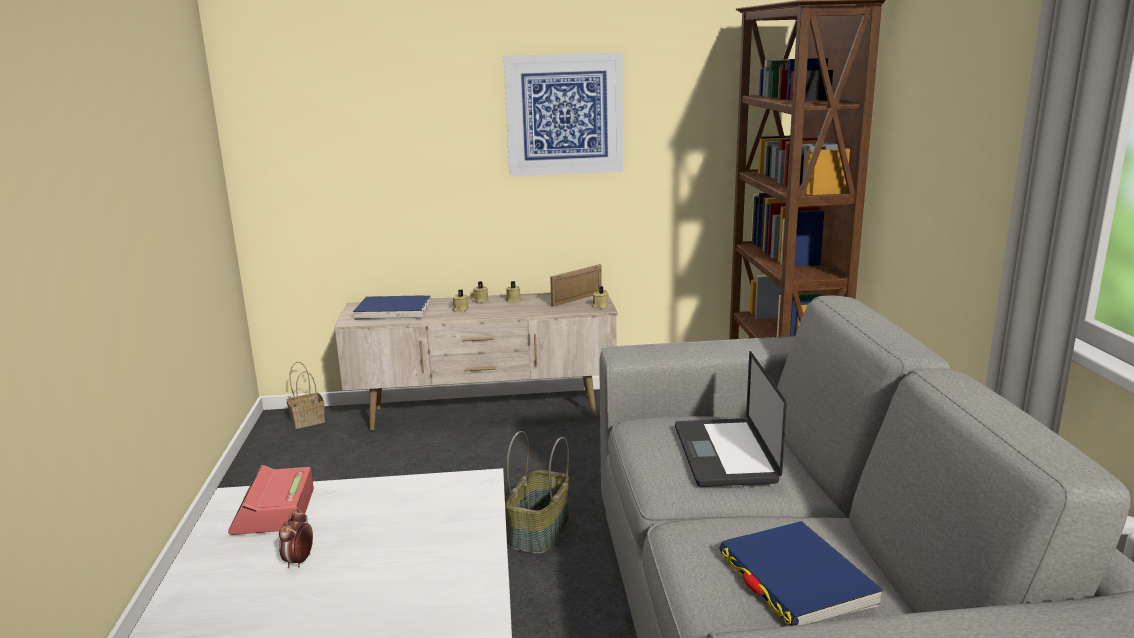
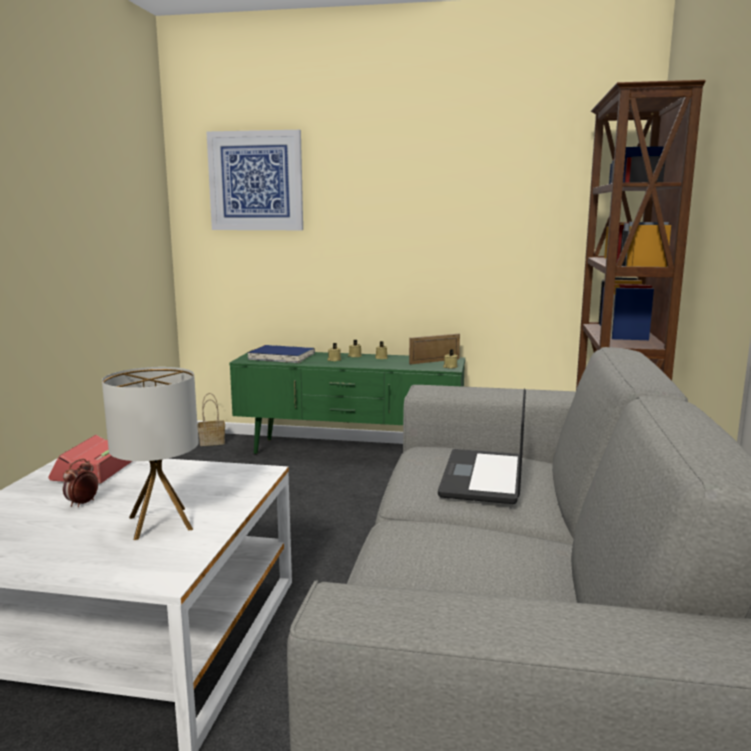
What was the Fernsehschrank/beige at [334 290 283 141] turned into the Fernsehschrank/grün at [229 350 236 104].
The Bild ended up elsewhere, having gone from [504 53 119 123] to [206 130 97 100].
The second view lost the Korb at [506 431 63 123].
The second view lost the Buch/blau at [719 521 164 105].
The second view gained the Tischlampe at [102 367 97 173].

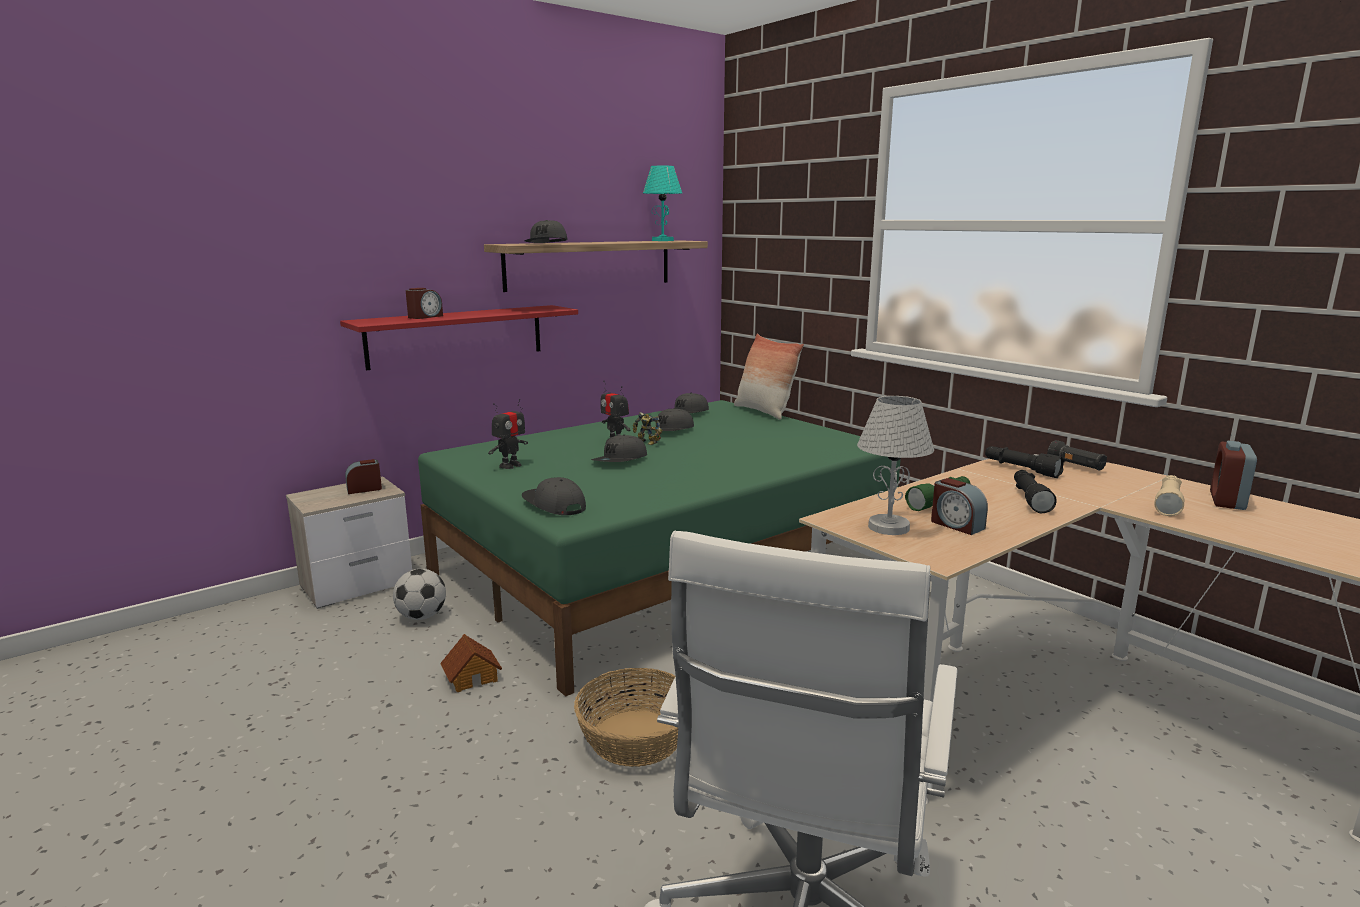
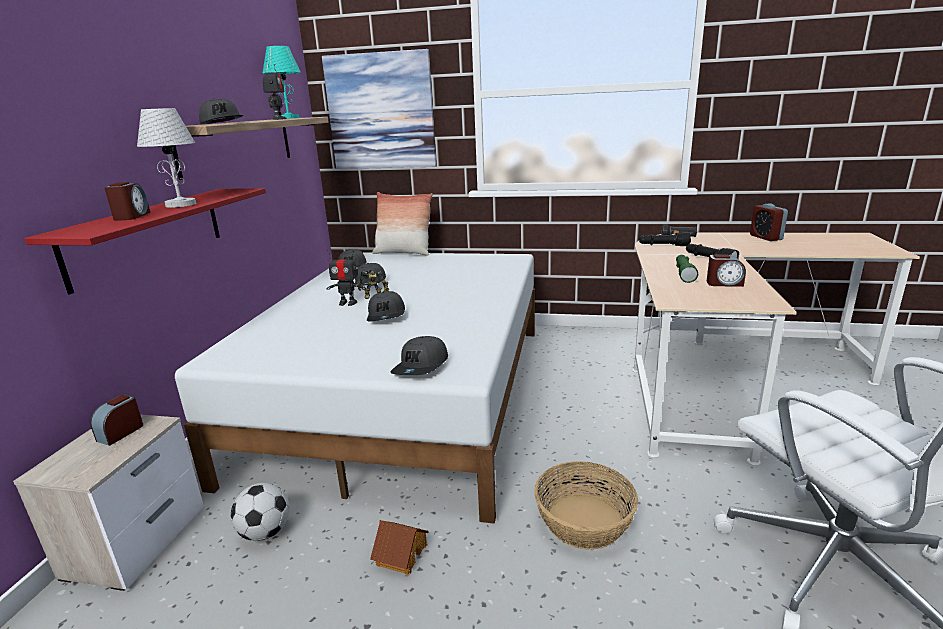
What was the Bett/grün at [418 400 483 297] turned into the Bett/weiß at [175 252 360 272].
The Spielzeugroboter ended up elsewhere, having gone from [488 399 40 70] to [263 61 24 59].
The Kappe/grau at [522 477 64 38] ended up facing another way, 75 degrees counterclockwise from before.
The Tischlampe/weiß ended up elsewhere, having gone from [857 396 77 139] to [137 108 59 100].
The second view lost the Taschenlampe/beige at [1154 475 30 41].
The second view gained the Bild at [322 49 114 120].

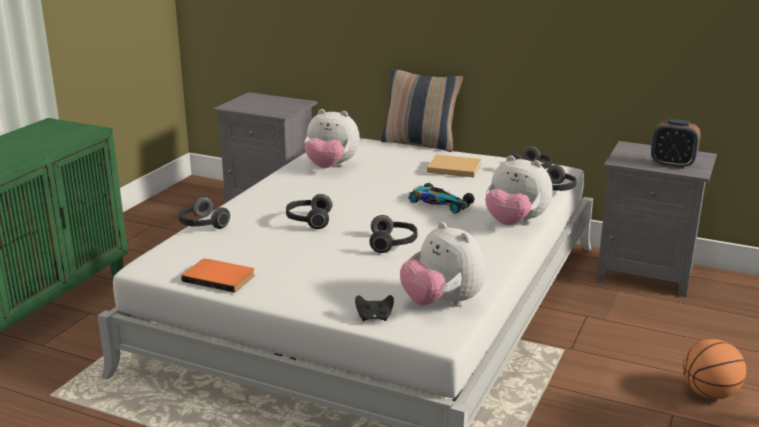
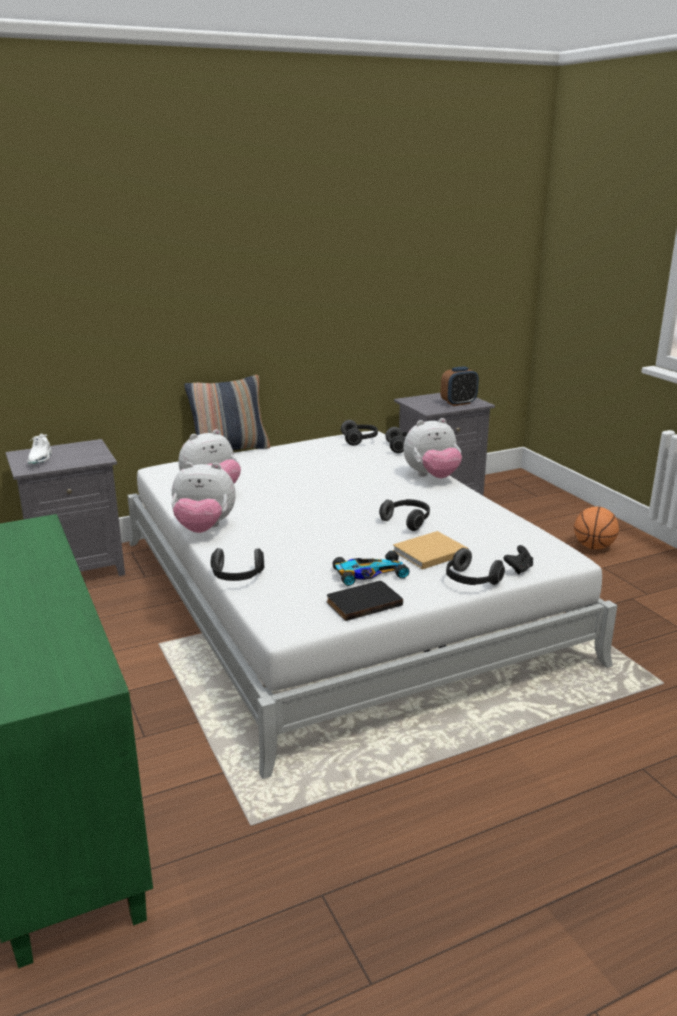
What was the Buch/orange at [181 259 74 34] turned into the Buch/schwarz at [327 581 76 40].
The Kopfhörer ended up elsewhere, having gone from [286 194 46 35] to [446 548 59 37].
The Plüschtier ended up elsewhere, having gone from [400 222 86 85] to [171 462 65 71].
The Spielzeugauto ended up elsewhere, having gone from [408 183 67 31] to [332 551 78 35].
The Buch/beige ended up elsewhere, having gone from [427 155 54 23] to [392 531 76 38].
The second view gained the Schuh/weiß at [27 433 25 32].

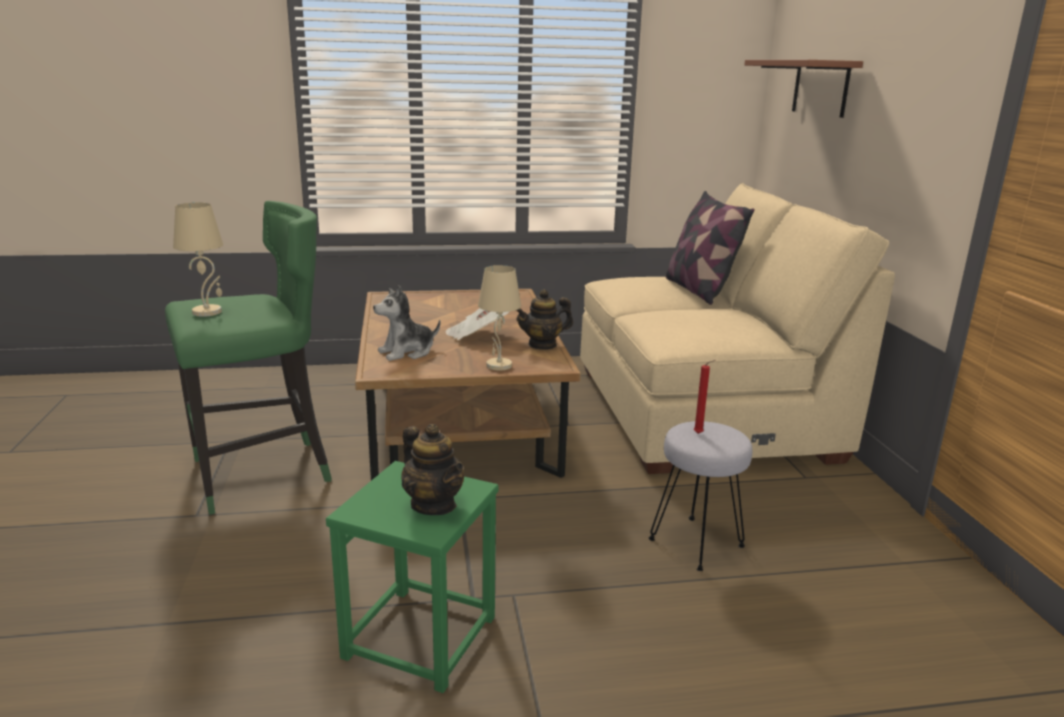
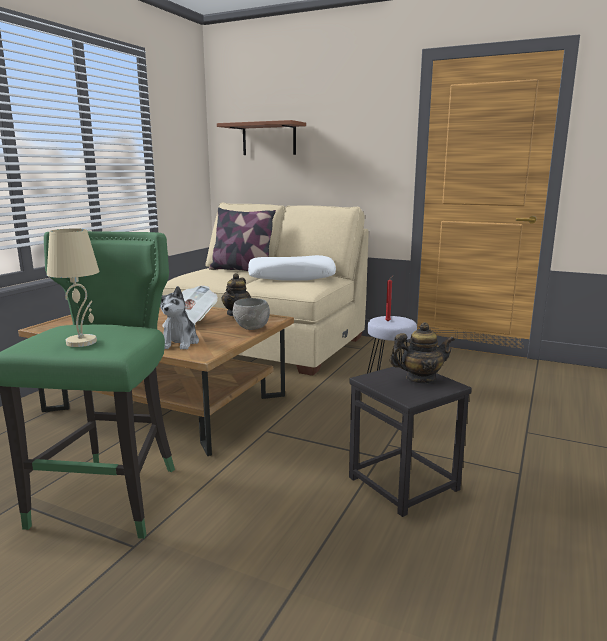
What was the Hocker/grün at [326 461 173 232] turned into the Hocker/schwarz at [349 364 123 153].
Where the Tischlampe/beige stood at [478 265 43 106], the Schüssel/grau came to stand at [233 298 37 32].
The second view gained the Kissen/weiß at [248 255 88 26].

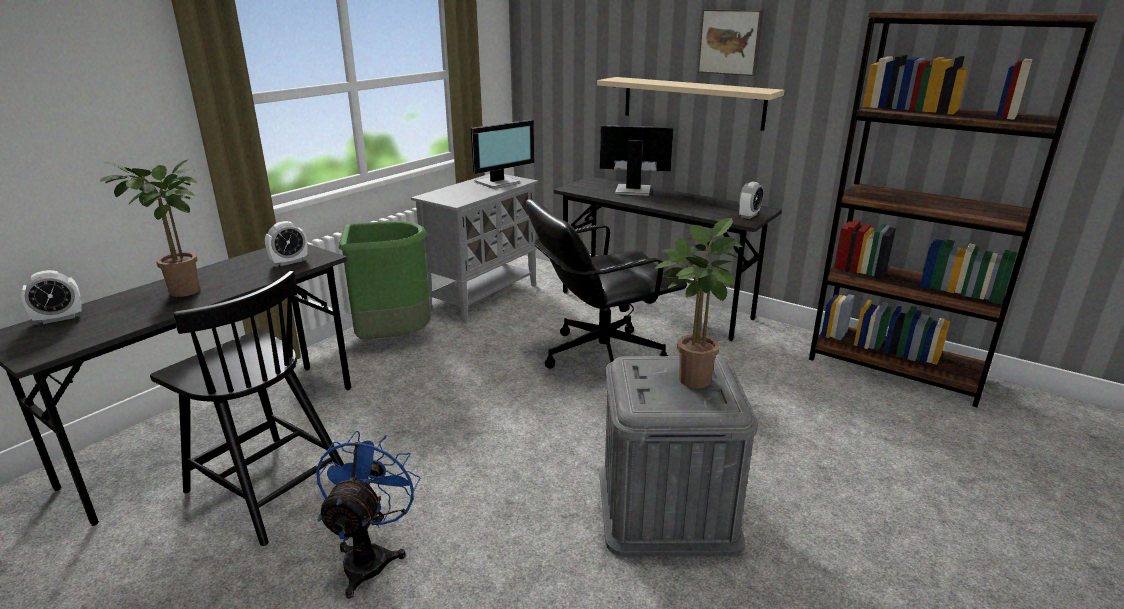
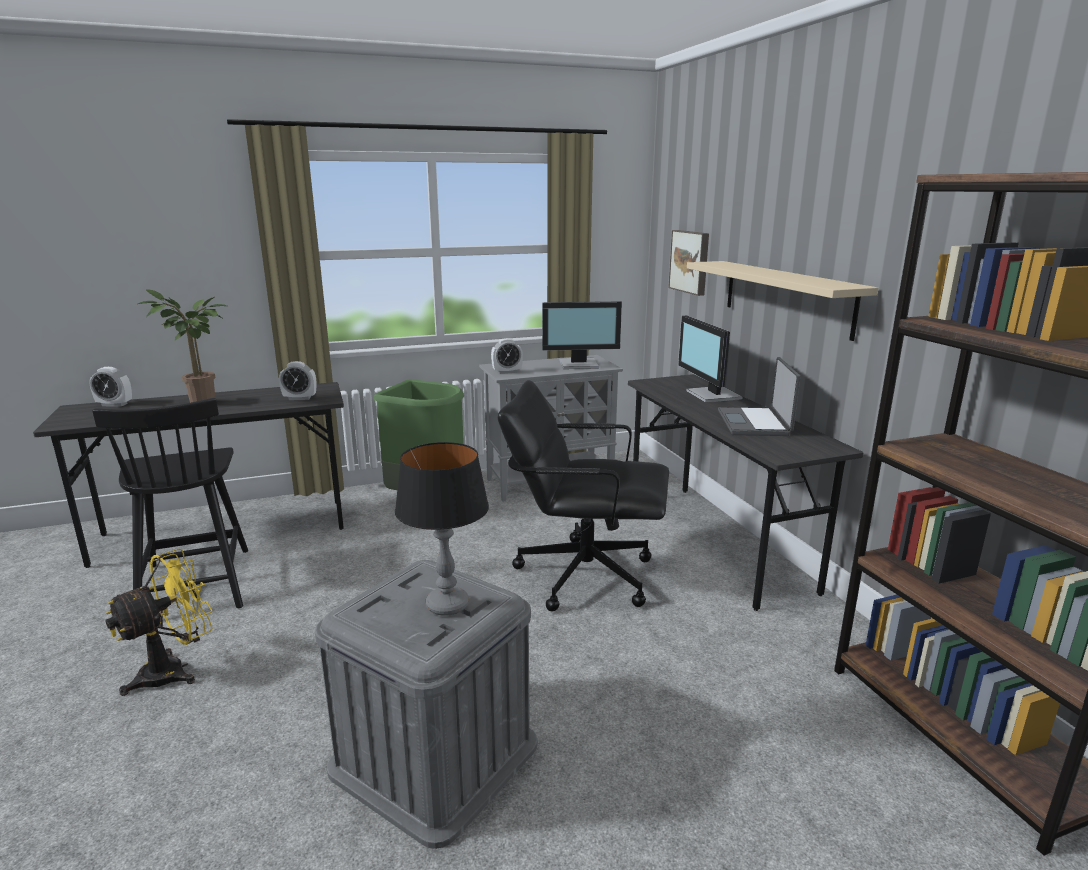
What was the Ventilator/blau at [316 431 104 168] turned into the Ventilator/gelb at [105 548 108 148].
The Monitor at [600 125 74 71] ended up facing another way, 150 degrees counterclockwise from before.
Where the Topfpflanze stood at [655 218 88 170], the Tischlampe came to stand at [395 442 94 174].
The Bild ended up elsewhere, having gone from [698 9 66 67] to [668 230 41 66].
The Wecker ended up elsewhere, having gone from [739 181 25 38] to [491 338 32 36].
The second view gained the Laptop at [718 357 82 79].

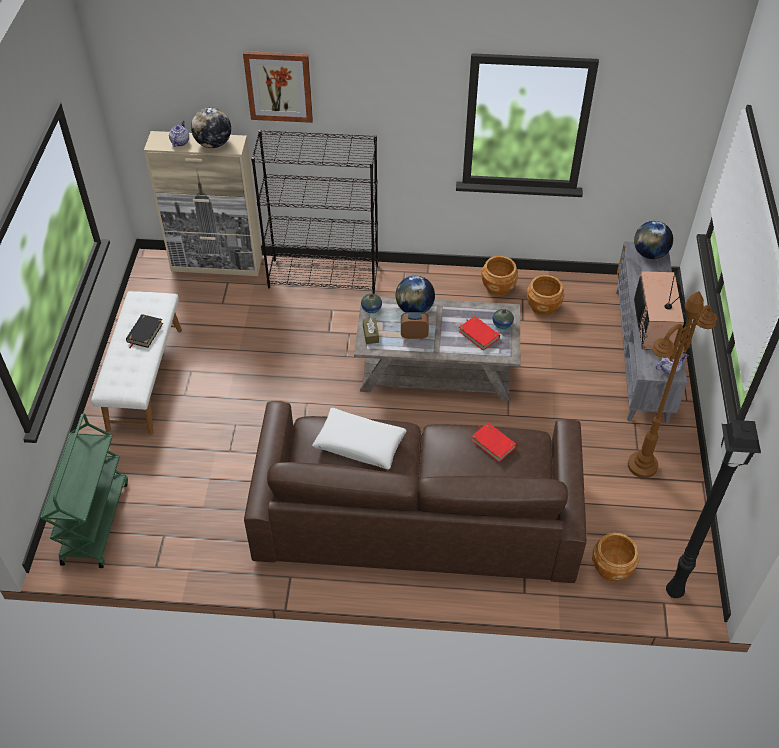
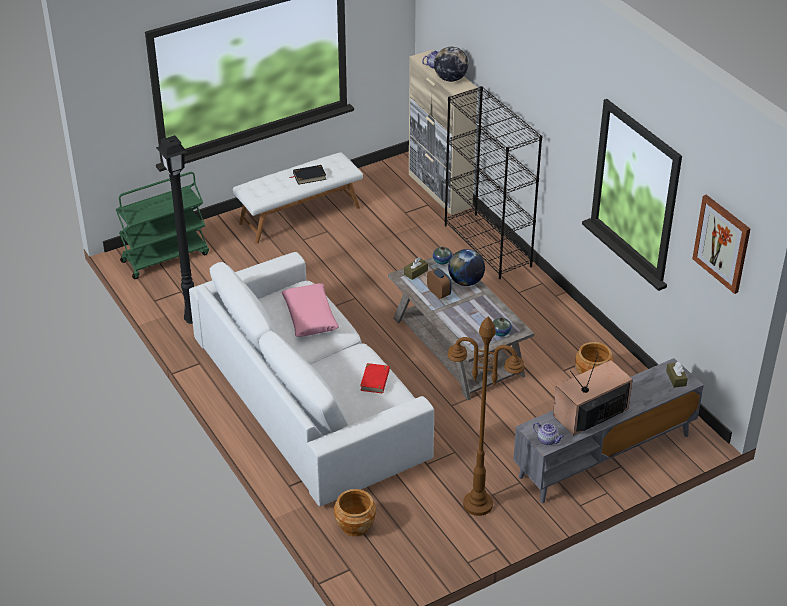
The Bild ended up elsewhere, having gone from [243 51 70 72] to [692 194 58 100].
What was the Sofa/braun at [244 401 343 182] turned into the Sofa/weiß at [189 252 245 255].
What was the Kissen/weiß at [312 408 95 61] turned into the Kissen/rosa at [282 283 57 54].
The second view lost the Buch/rot at [458 316 42 35].
The second view lost the Pflanzkübel/braun at [481 256 37 40].
Where the Globus stood at [634 221 39 38], the Taschentuchbox/braun came to stand at [666 361 22 27].
The Stehlampe/schwarz ended up elsewhere, having gone from [666 420 95 178] to [156 135 38 189].

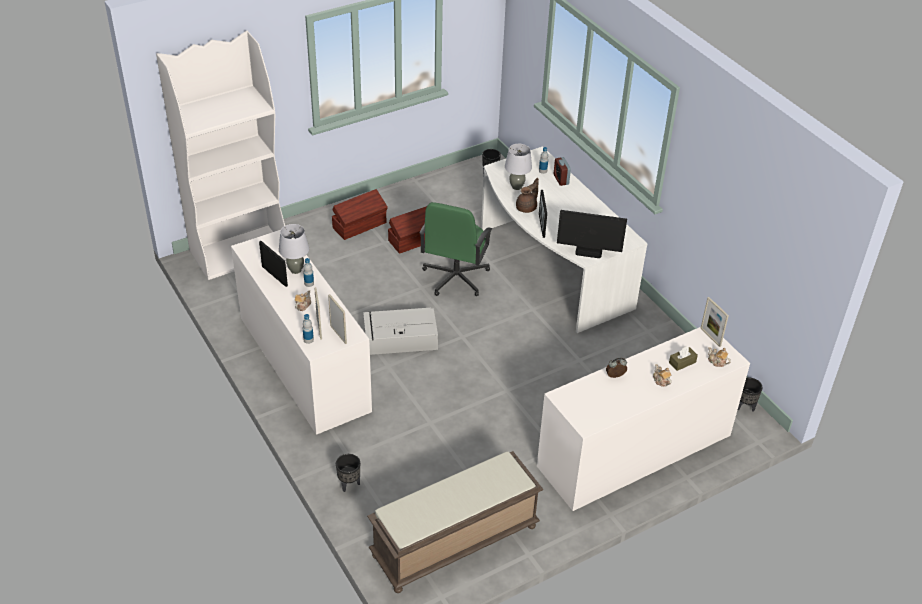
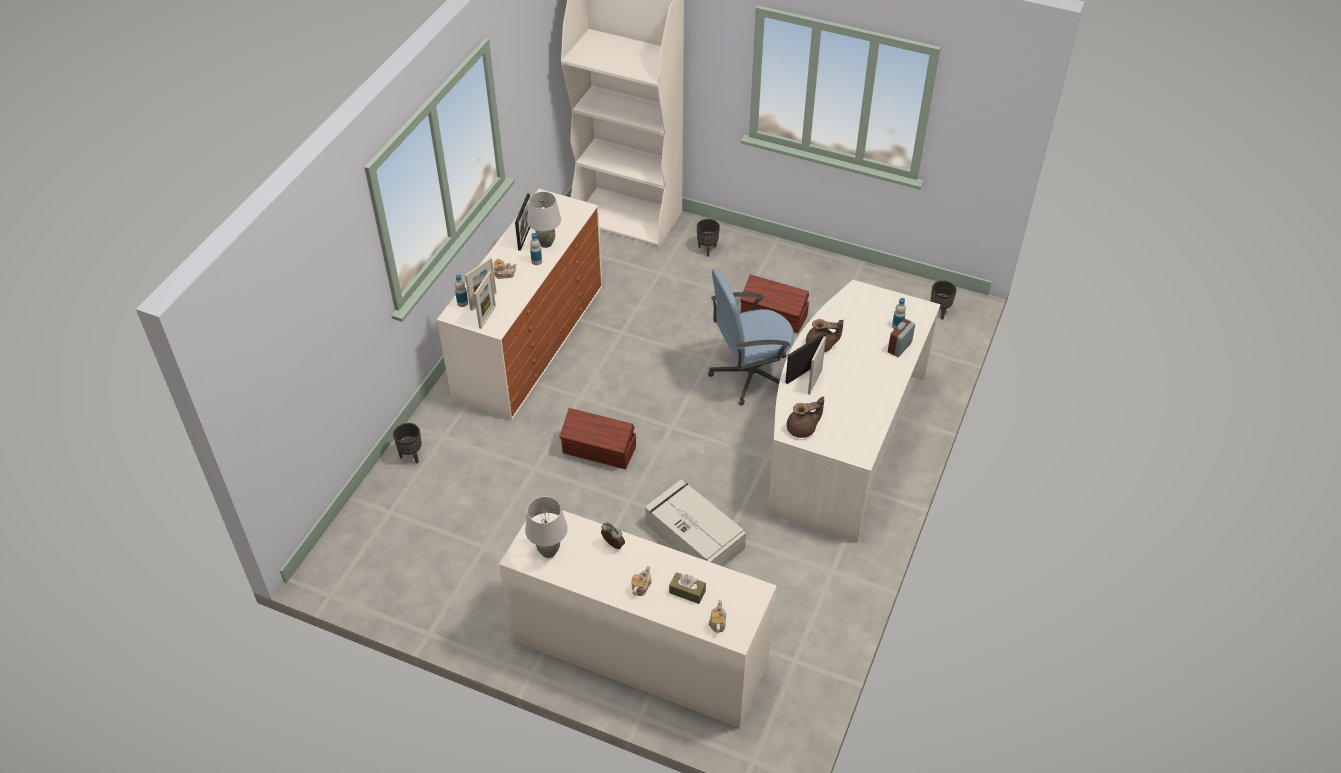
The Aufbewahrungsbox/braun ended up elsewhere, having gone from [332 189 56 51] to [559 408 77 61].
The Aufbewahrungsbox/grau ended up elsewhere, having gone from [363 308 75 47] to [645 479 101 87].
The second view lost the Bank/braun at [367 451 176 142].
What was the Bürostuhl/grün at [419 202 73 94] turned into the Bürostuhl/blau at [708 268 86 138].
The Tischlampe/grau ended up elsewhere, having gone from [505 144 27 46] to [525 497 43 61].
Where the Monitor stood at [557 210 70 48], the Teekanne/braun came to stand at [787 397 37 41].
The Bilderrahmen ended up elsewhere, having gone from [701 297 28 50] to [808 336 18 59].
The Pflanzkübel/schwarz ended up elsewhere, having gone from [738 378 25 34] to [697 219 23 38].

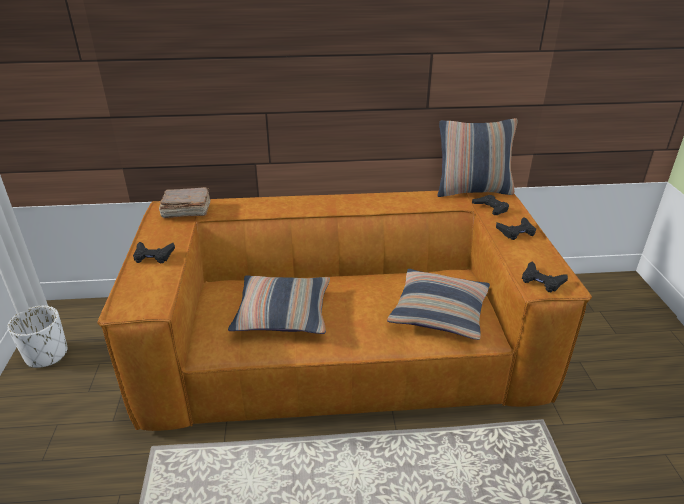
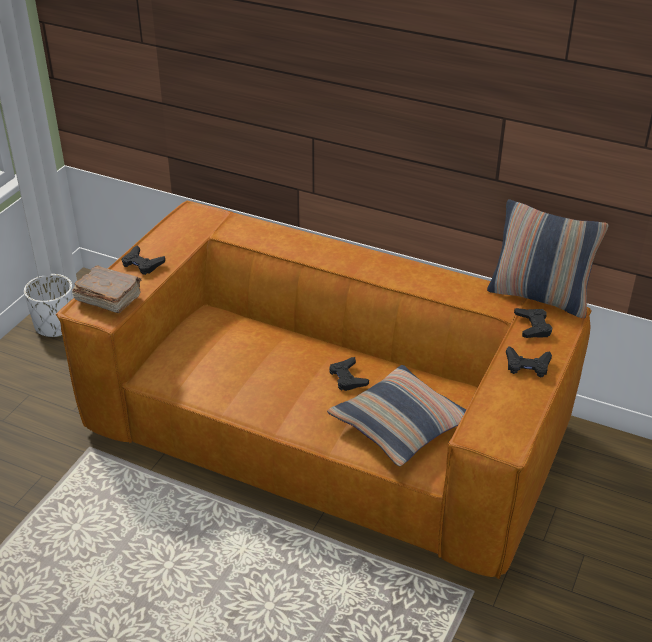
The Buch/braun ended up elsewhere, having gone from [159 187 51 31] to [72 266 69 47].
The second view lost the Kissen at [228 275 102 59].
The Gamepad/schwarz ended up elsewhere, having gone from [522 262 46 30] to [329 357 40 34].

